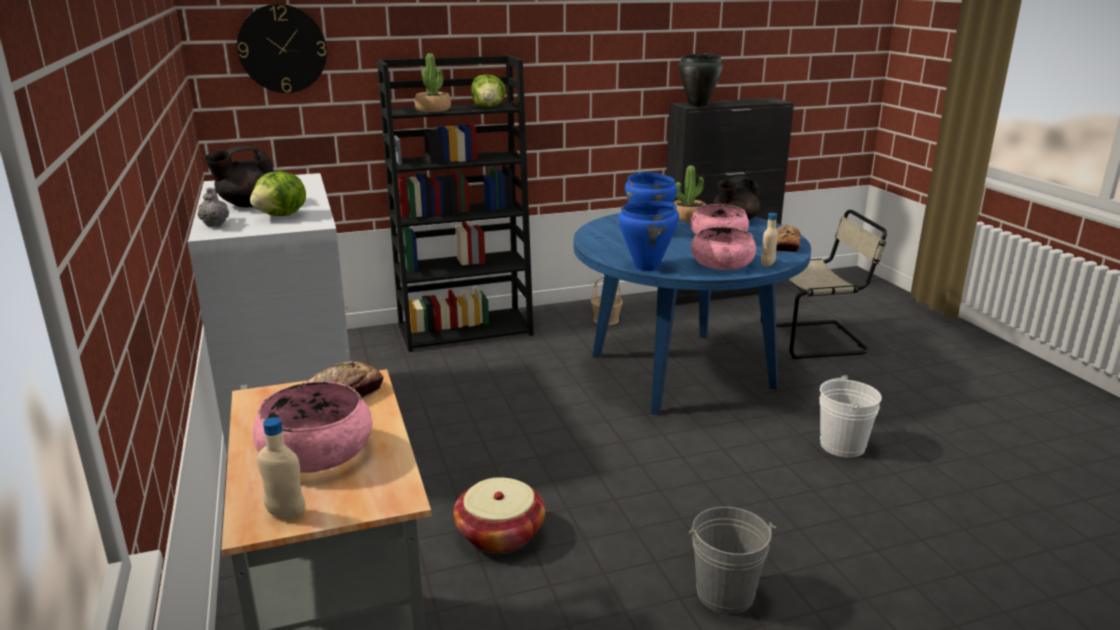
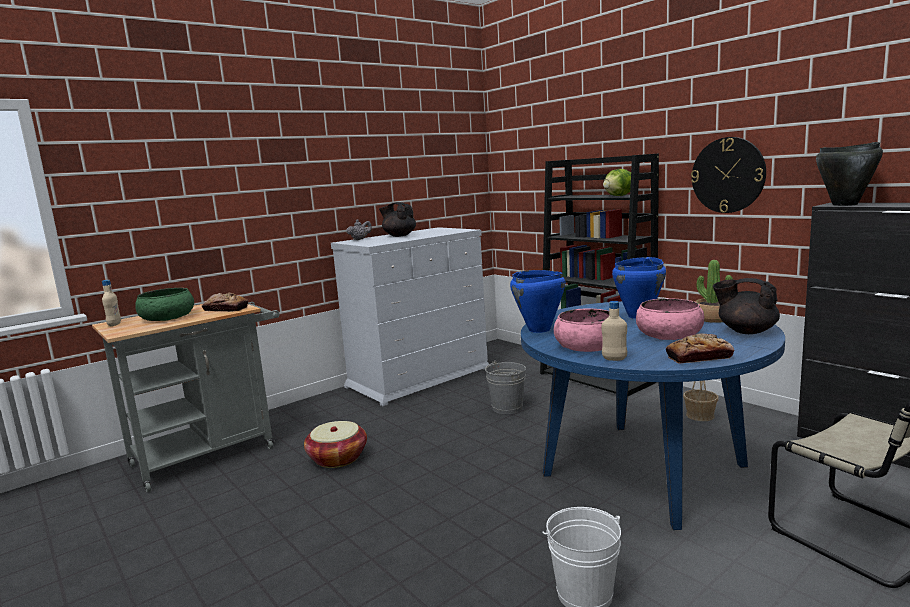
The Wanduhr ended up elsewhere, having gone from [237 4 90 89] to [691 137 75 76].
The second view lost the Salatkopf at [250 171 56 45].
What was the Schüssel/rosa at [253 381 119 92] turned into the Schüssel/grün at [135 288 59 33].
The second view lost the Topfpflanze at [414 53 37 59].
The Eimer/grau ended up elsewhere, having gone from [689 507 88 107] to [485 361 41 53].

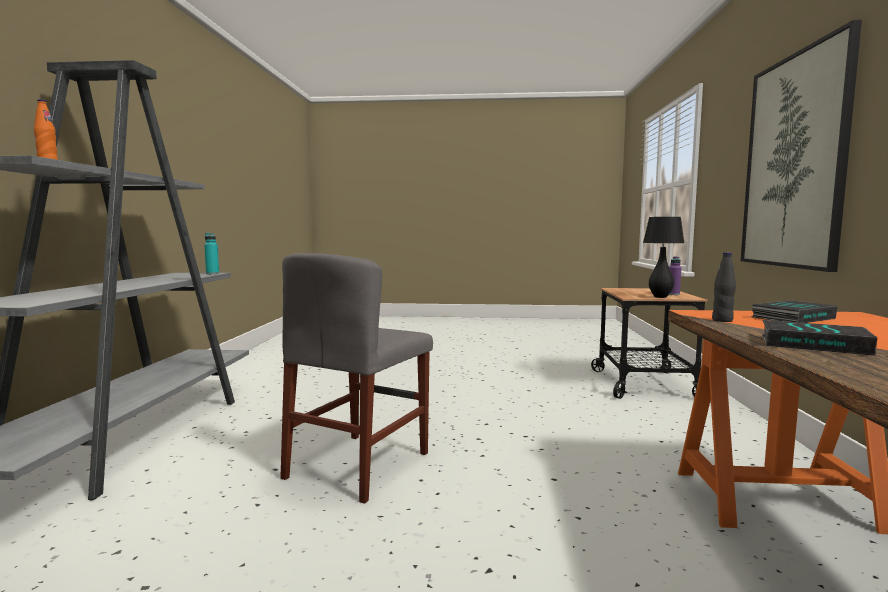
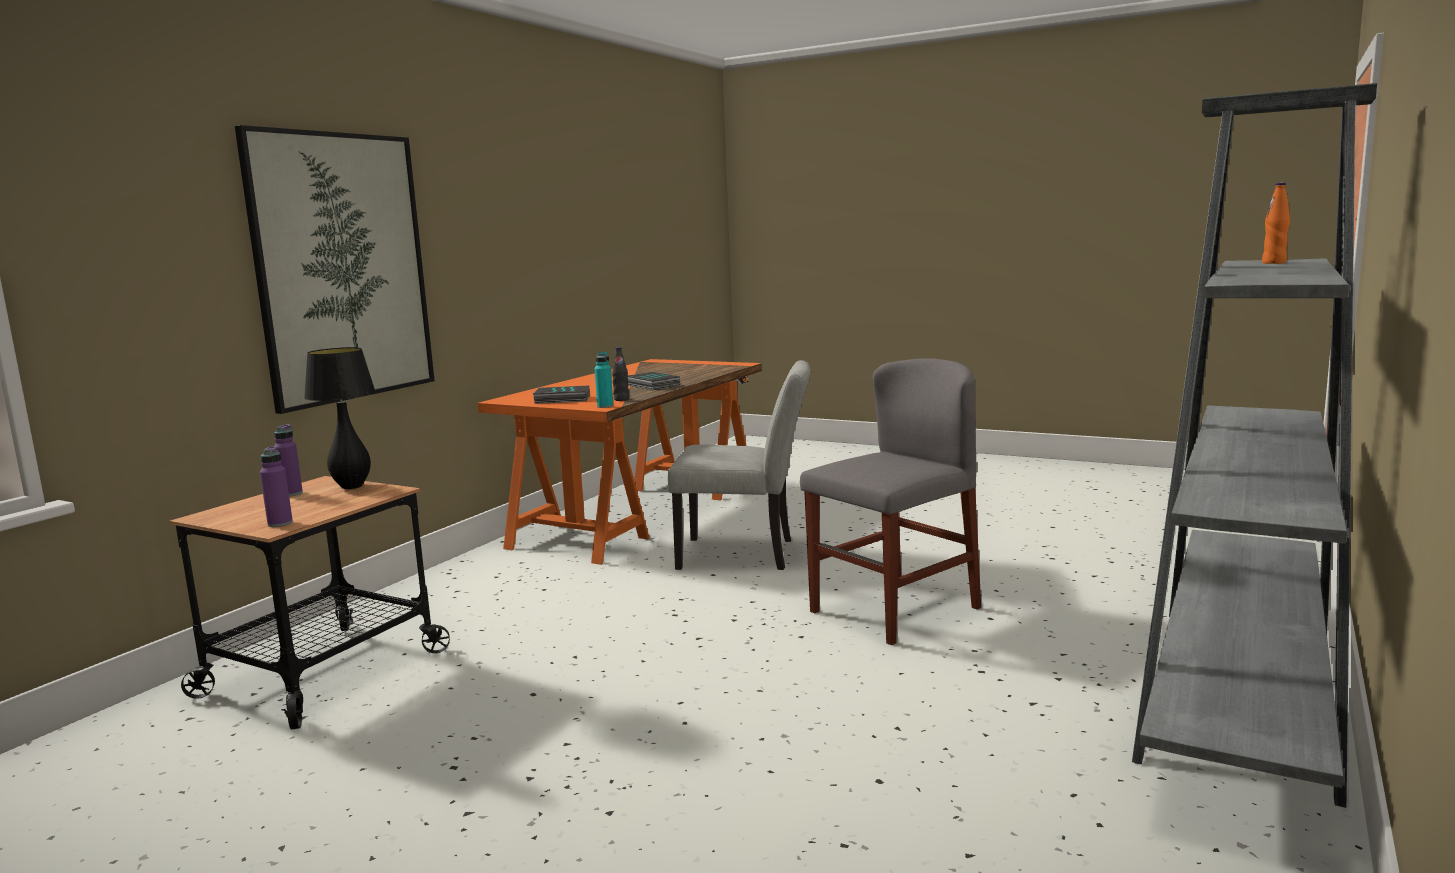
The Flasche/türkis ended up elsewhere, having gone from [204 233 15 41] to [594 352 19 56].
The second view gained the Flasche/lila at [260 446 33 81].
The second view gained the Stuhl/grau at [668 360 143 210].

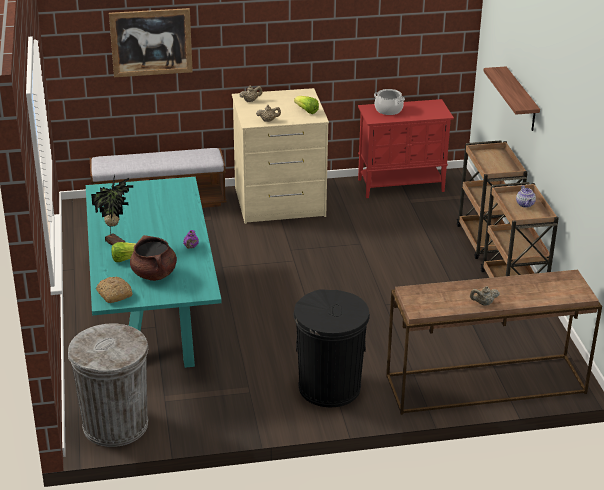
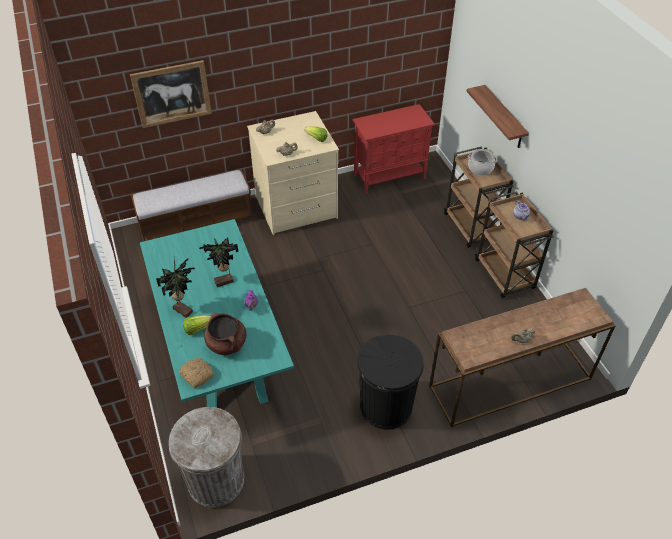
The Kochtopf ended up elsewhere, having gone from [374 89 31 26] to [468 149 30 26].
The second view gained the Topfpflanze at [199 238 39 49].

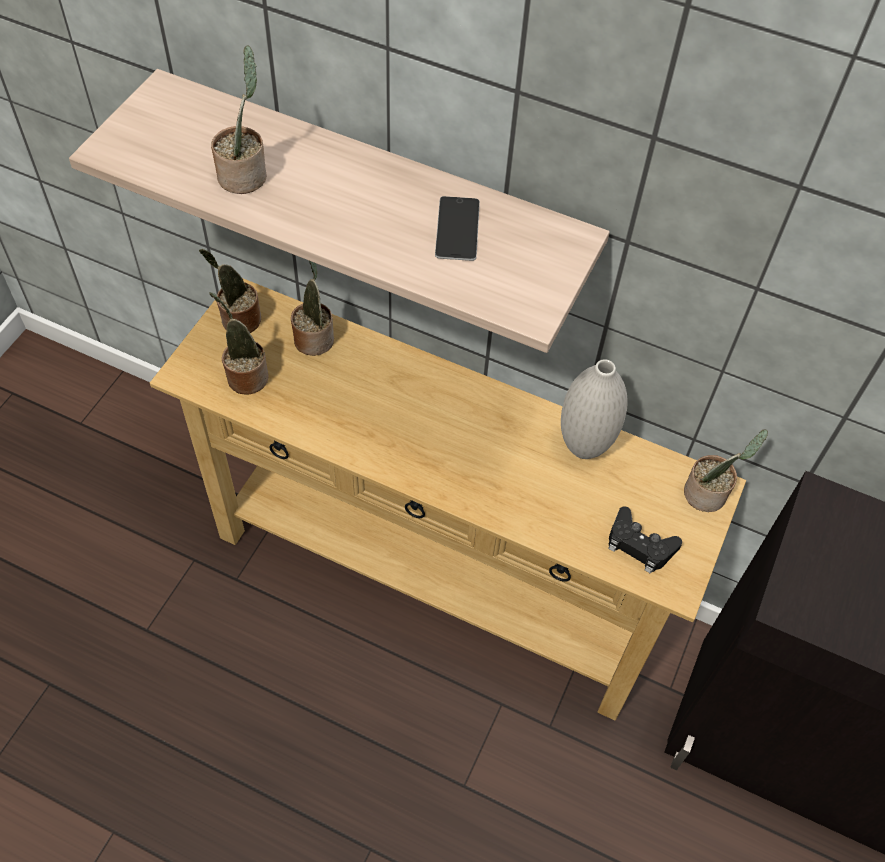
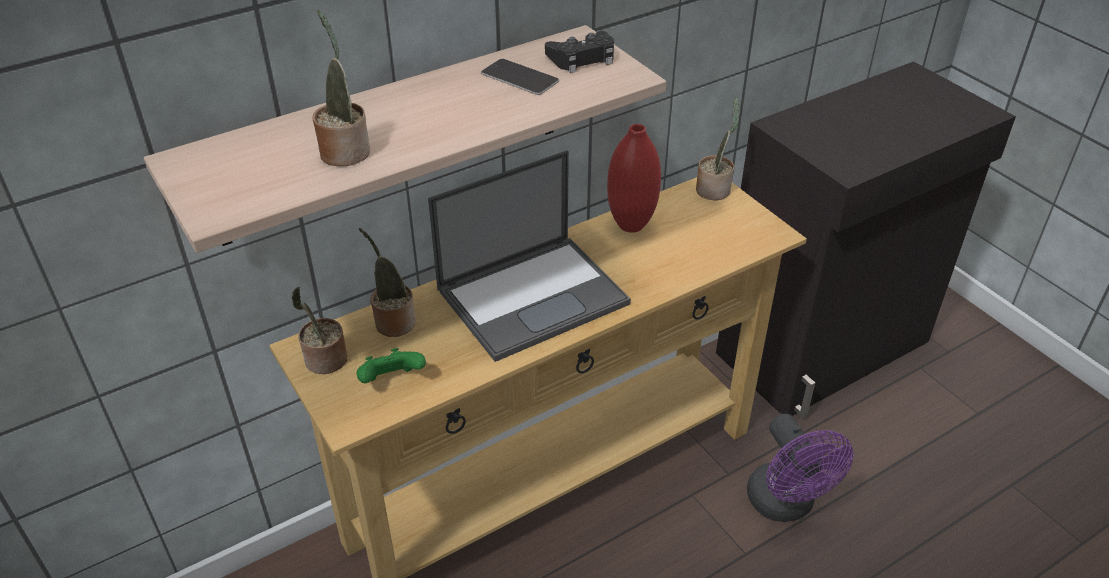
Where the Topfpflanze stood at [210 292 59 102], the Gamepad/grün came to stand at [357 348 69 35].
What was the Vase/weiß at [561 359 67 100] turned into the Vase/rot at [607 124 54 109].
The Gamepad/schwarz ended up elsewhere, having gone from [608 506 74 68] to [545 31 69 42].
The second view gained the Laptop at [428 150 203 212].
The second view gained the Ventilator/lila at [747 414 106 108].

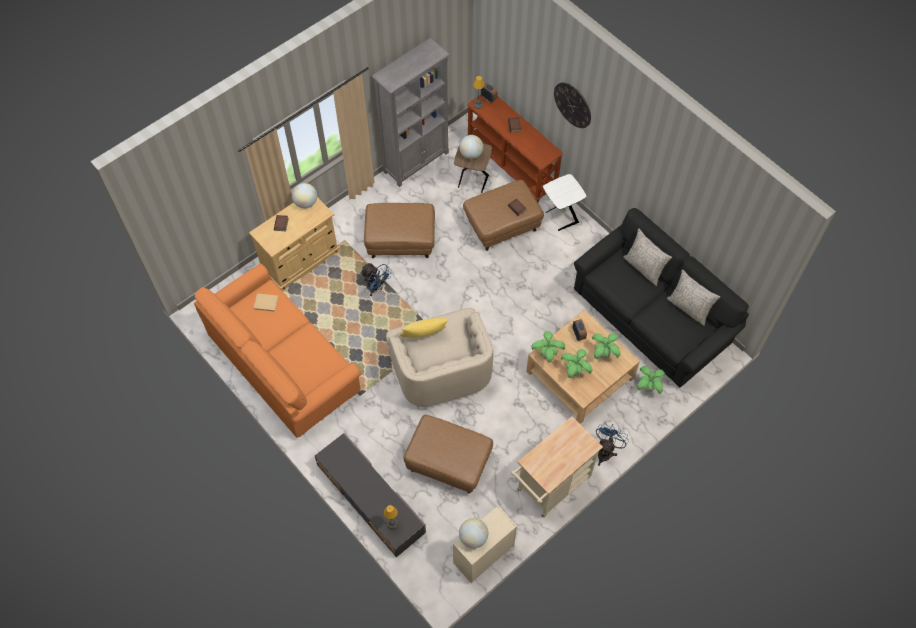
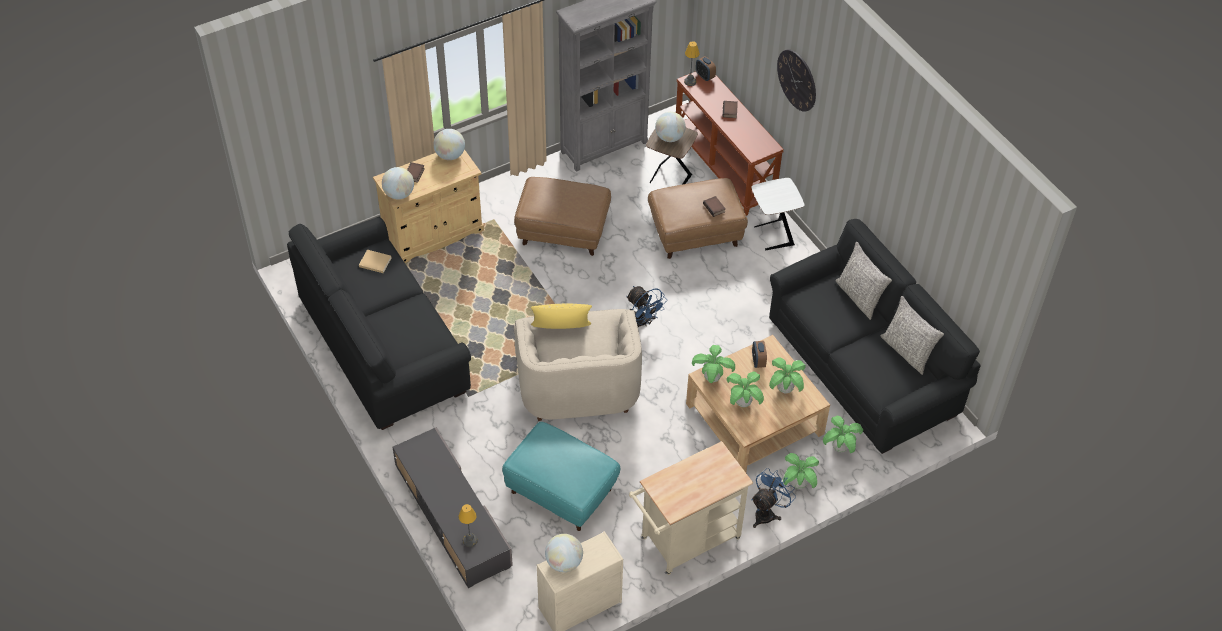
What was the Sofa/orange at [194 264 167 174] turned into the Sofa/schwarz at [287 217 184 213].
The Ventilator/blau ended up elsewhere, having gone from [360 263 32 33] to [626 286 39 41].
What was the Polsterhocker/braun at [404 415 89 78] turned into the Polsterhocker/türkis at [502 422 118 109].
The second view gained the Globus at [382 167 32 32].
The second view gained the Topfpflanze at [783 453 36 36].

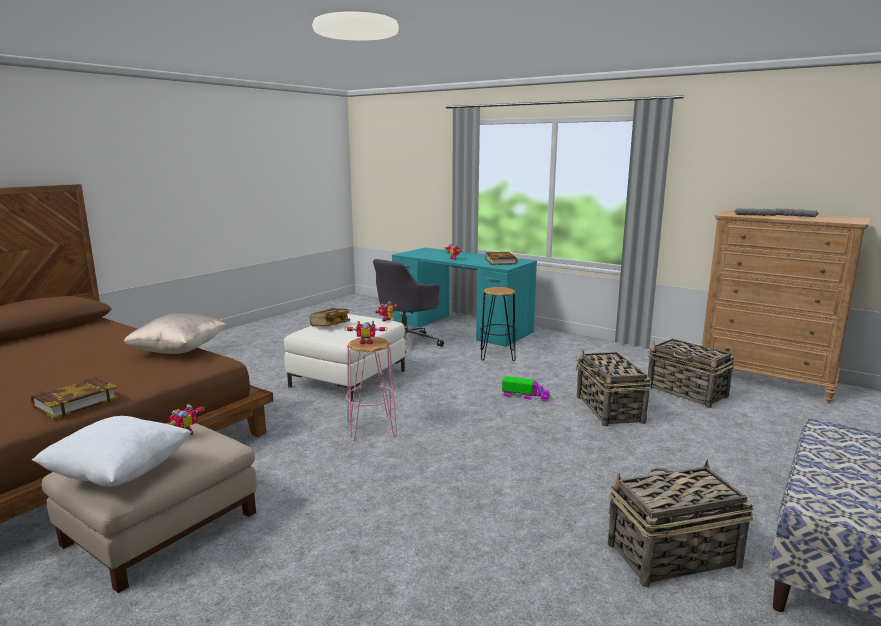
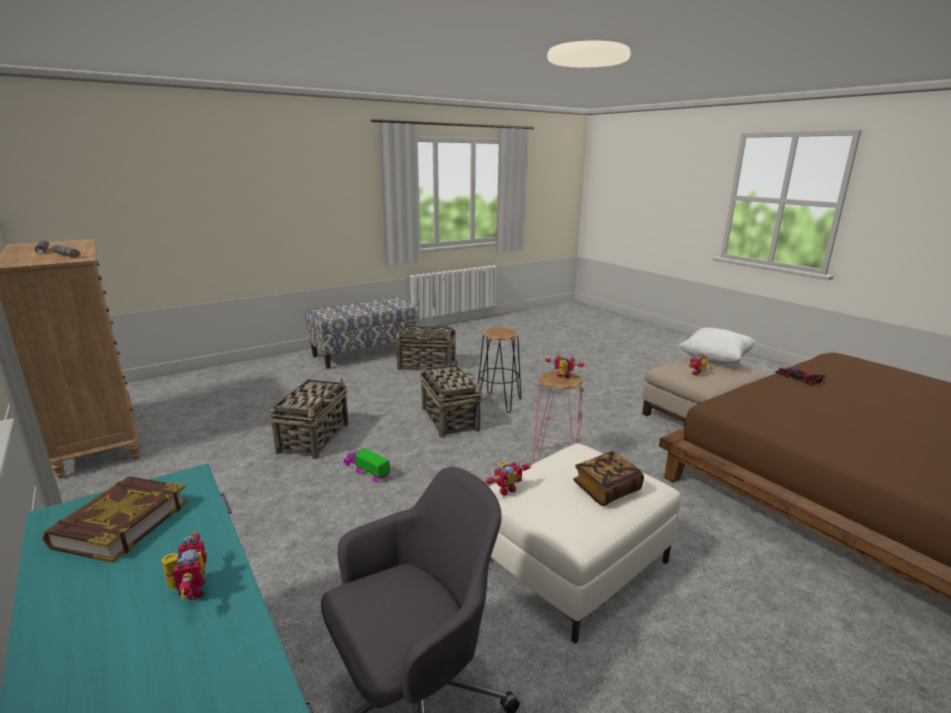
Where the Buch stood at [31 377 87 42], the Spielzeugauto came to stand at [775 368 50 17].
The second view lost the Kissen/beige at [124 313 102 41].
The Hocker/schwarz ended up elsewhere, having gone from [480 287 37 74] to [478 328 43 85].
The Korb ended up elsewhere, having gone from [648 339 87 69] to [420 360 63 78].

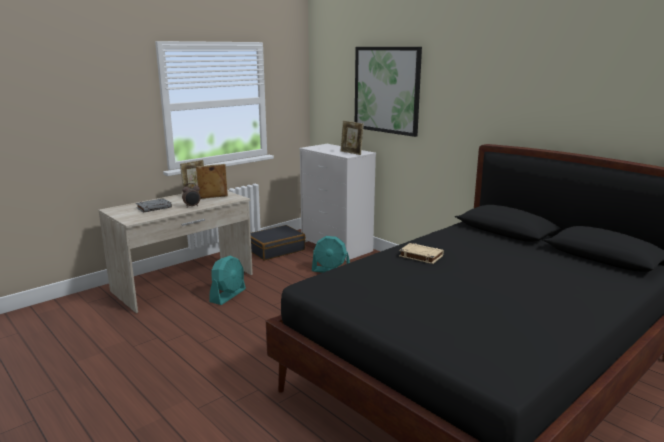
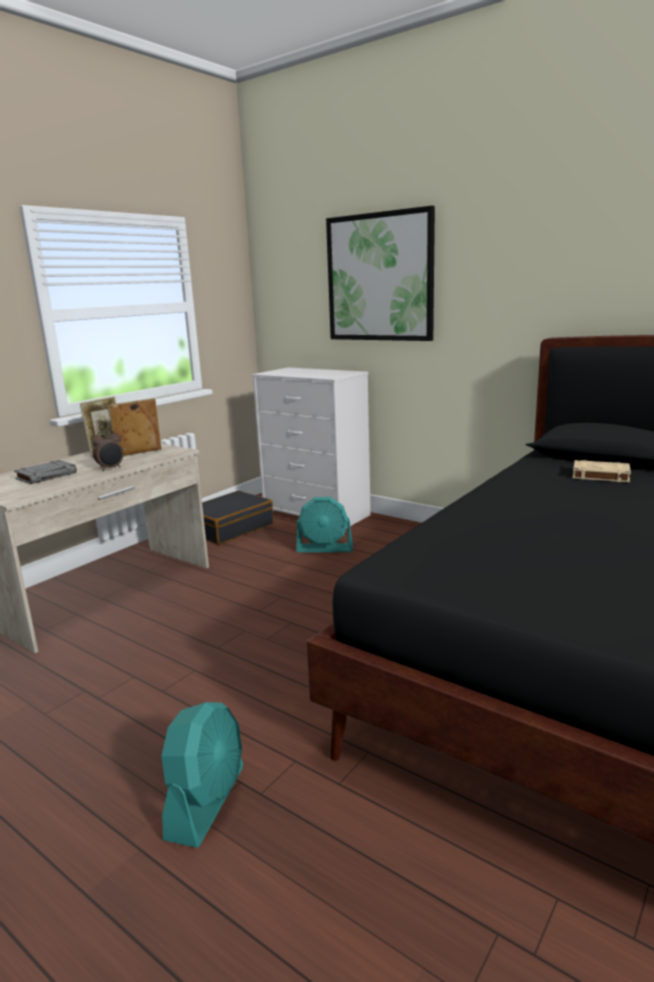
The Ventilator/türkis ended up elsewhere, having gone from [209 256 37 49] to [161 702 82 146].
The second view lost the Bilderrahmen at [341 120 23 35].
The Buch/beige ended up elsewhere, having gone from [399 243 45 21] to [573 460 58 22].

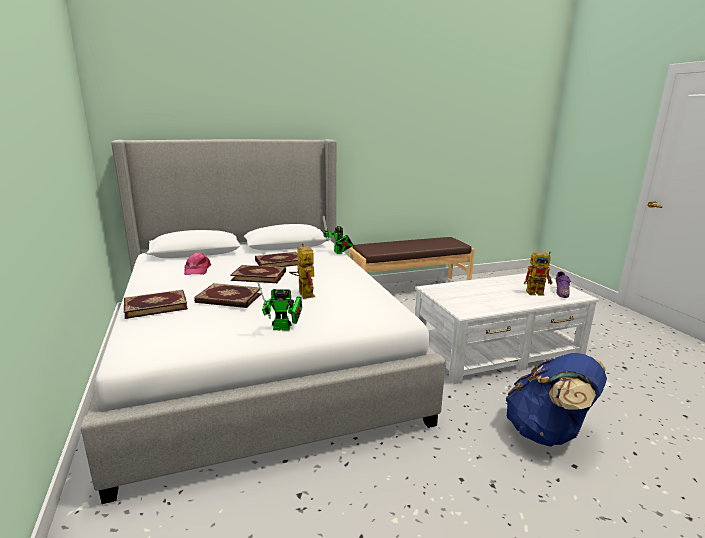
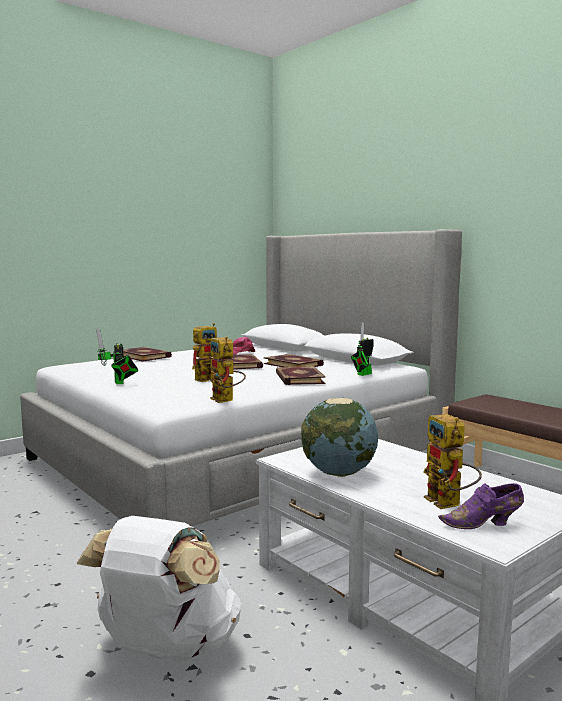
The Buch ended up elsewhere, having gone from [194 283 68 25] to [276 366 50 19].
What was the Rucksack/blau at [506 353 101 94] turned into the Rucksack/weiß at [77 516 164 145].
The second view gained the Spielzeugroboter at [210 337 36 66].
The second view gained the Globus at [301 398 77 79].

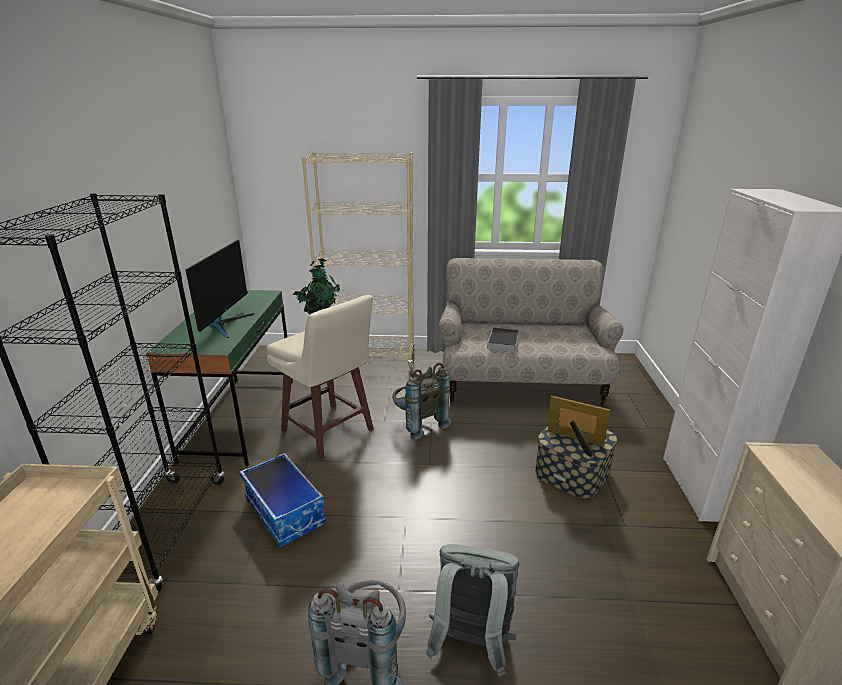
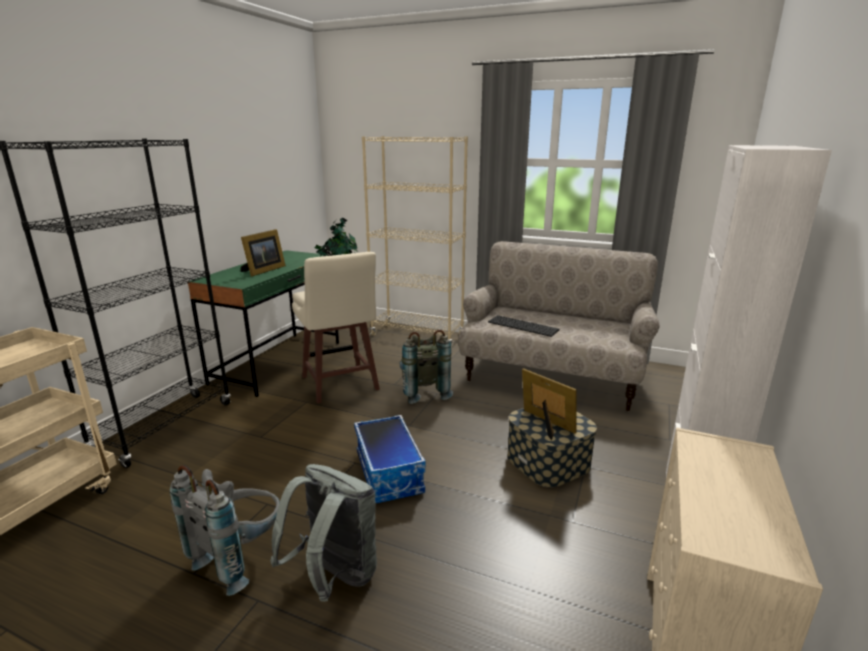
Where the Monitor stood at [185 240 69 98], the Bilderrahmen came to stand at [241 229 45 48].
The Aufbewahrungsbox ended up elsewhere, having gone from [240 453 86 94] to [354 415 71 88].
Where the Buch stood at [487 328 32 24], the Tastatur came to stand at [488 315 72 22].

